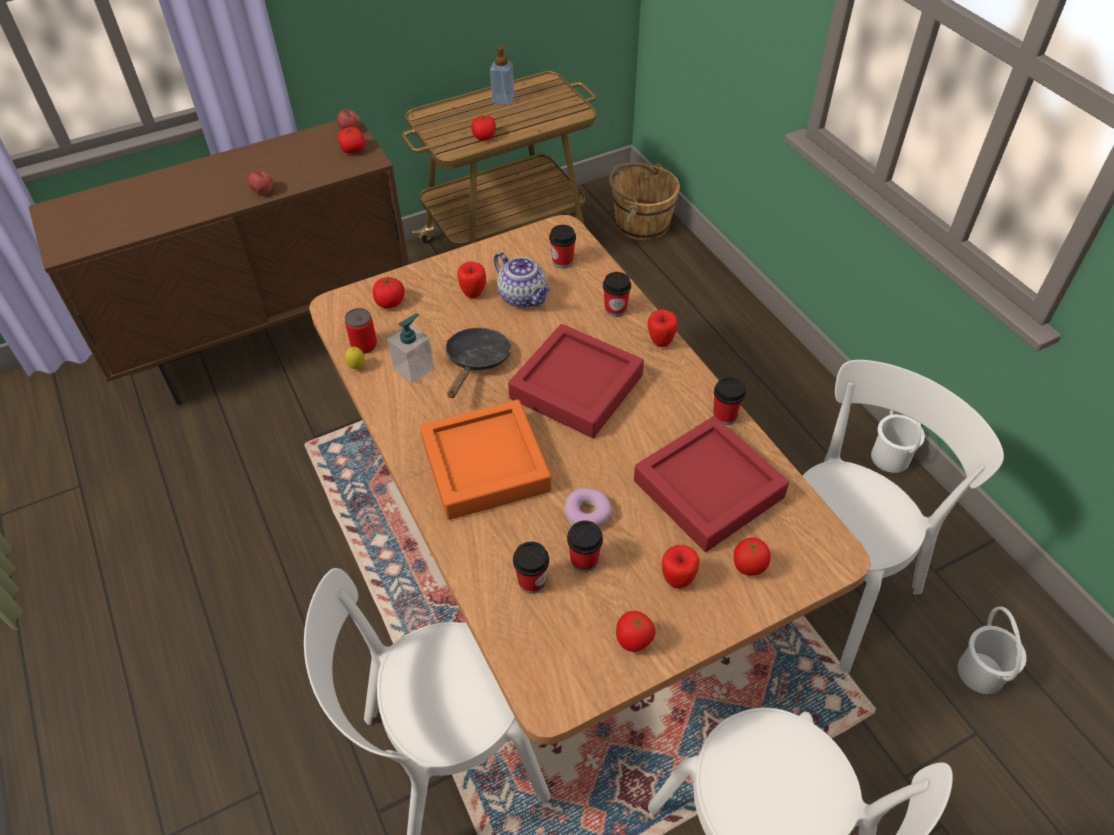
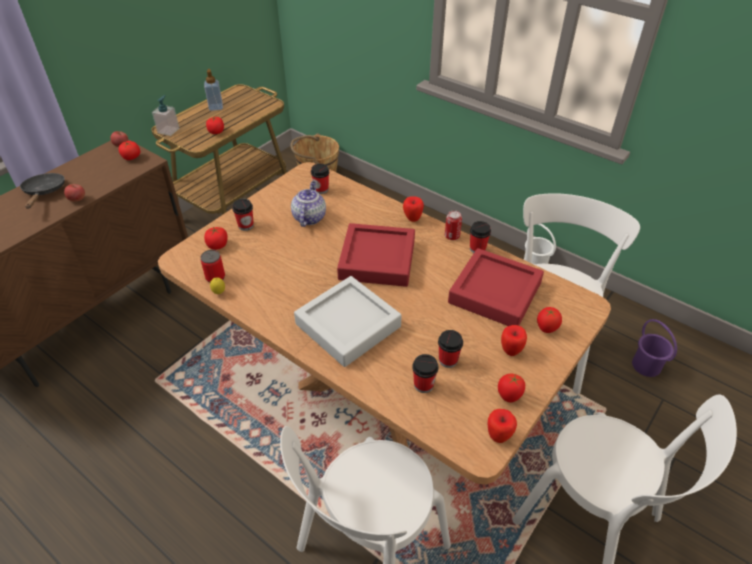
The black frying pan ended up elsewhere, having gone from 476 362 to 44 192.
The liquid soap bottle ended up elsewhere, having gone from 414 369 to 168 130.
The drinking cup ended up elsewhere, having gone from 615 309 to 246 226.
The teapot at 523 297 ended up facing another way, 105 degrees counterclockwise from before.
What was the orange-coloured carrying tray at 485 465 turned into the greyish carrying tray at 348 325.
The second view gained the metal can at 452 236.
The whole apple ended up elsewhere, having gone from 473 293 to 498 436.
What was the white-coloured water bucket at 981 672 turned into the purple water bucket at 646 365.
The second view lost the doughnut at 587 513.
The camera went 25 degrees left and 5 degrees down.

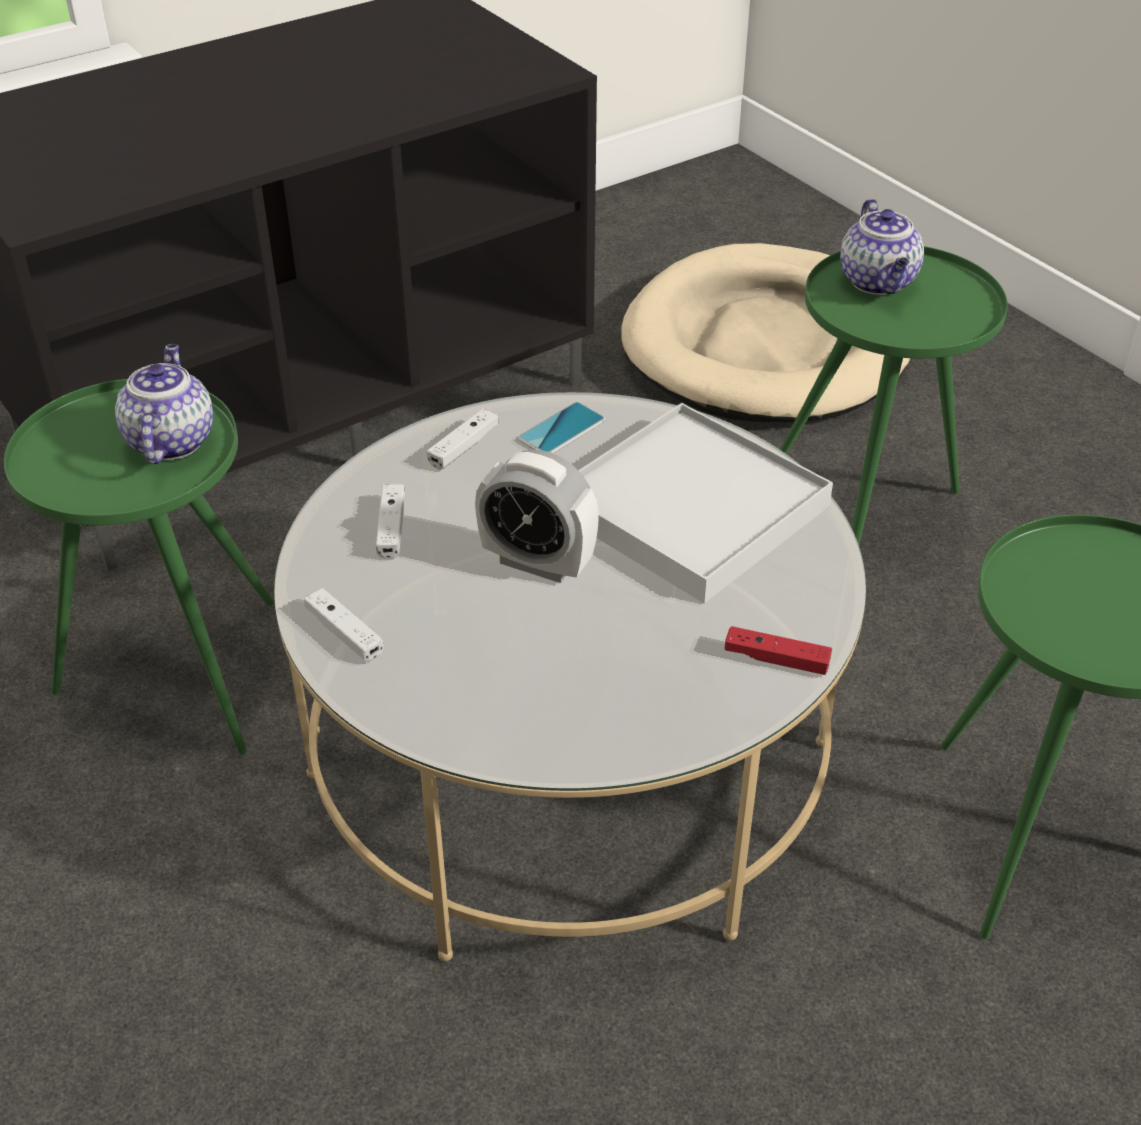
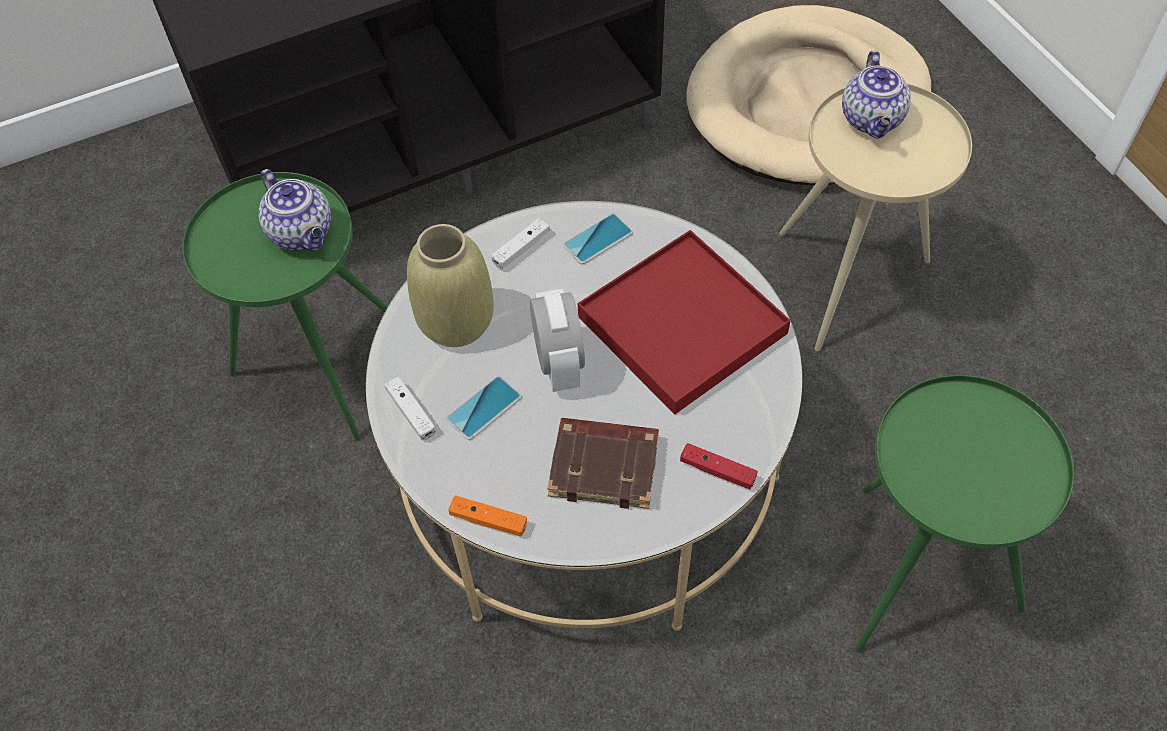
The teapot at 170 441 ended up facing another way, 135 degrees clockwise from before.
Where the white-coloured joypad stood at 391 528, the sand-coloured decorative vase came to stand at 457 321.
The second view gained the phone at 484 408.
The second view gained the orange-coloured joypad at 488 520.
The table clock at 537 562 ended up facing another way, 135 degrees counterclockwise from before.
The second view gained the brown volume at 605 466.
What was the white-coloured carrying tray at 691 508 turned into the reddish carrying tray at 682 324.
What was the greenish side table at 867 520 turned into the sand-coloured side table at 850 282.
The camera went 10 degrees right and 15 degrees up.

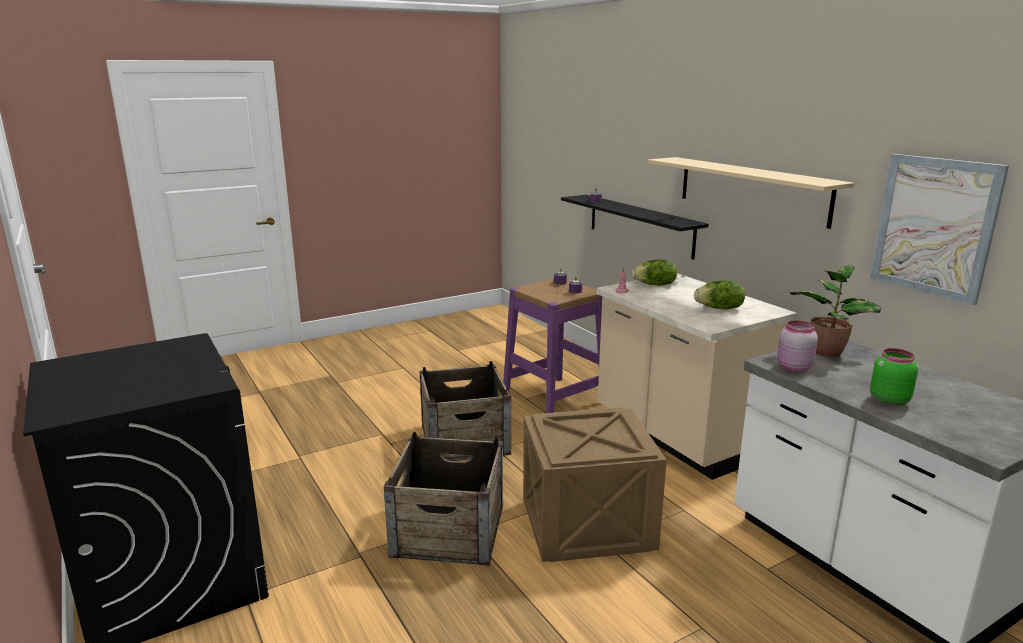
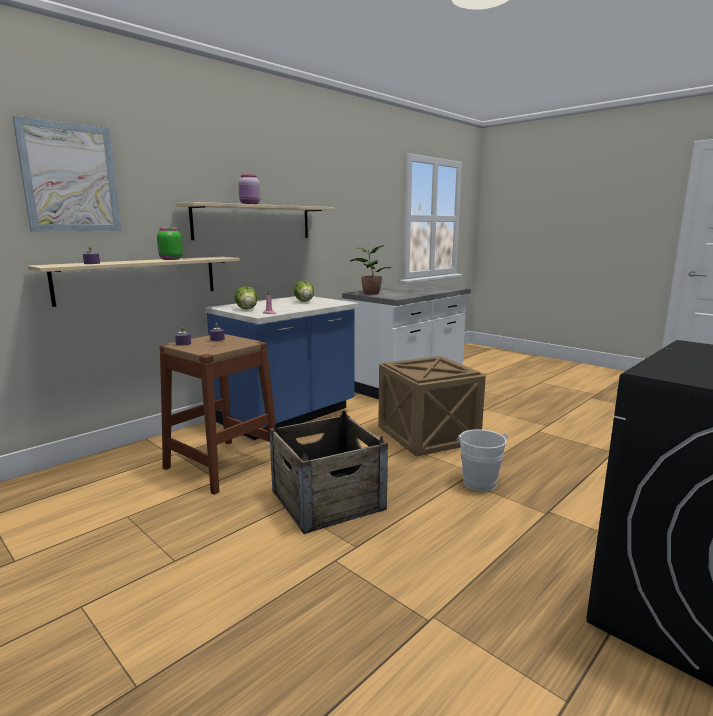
The wall picture ended up elsewhere, having gone from 934 226 to 70 178.
What was the black wall shelf at 640 225 turned into the sand-coloured wall shelf at 139 279.
The greenish storage jar ended up elsewhere, having gone from 888 400 to 170 259.
What was the purple stool seat at 554 400 turned into the brown stool seat at 222 465.
What was the sand-coloured kitchen base unit at 679 436 turned into the blue kitchen base unit at 288 416.
The pink-coloured storage jar ended up elsewhere, having gone from 793 368 to 250 204.
Where the shipping crate stood at 448 529, the white-coloured water bucket came to stand at 478 481.
The camera went 105 degrees left and 5 degrees down.

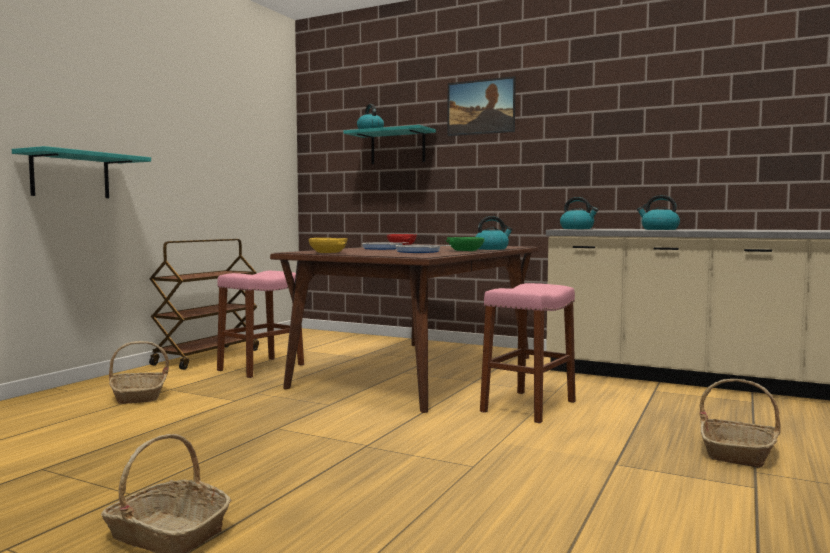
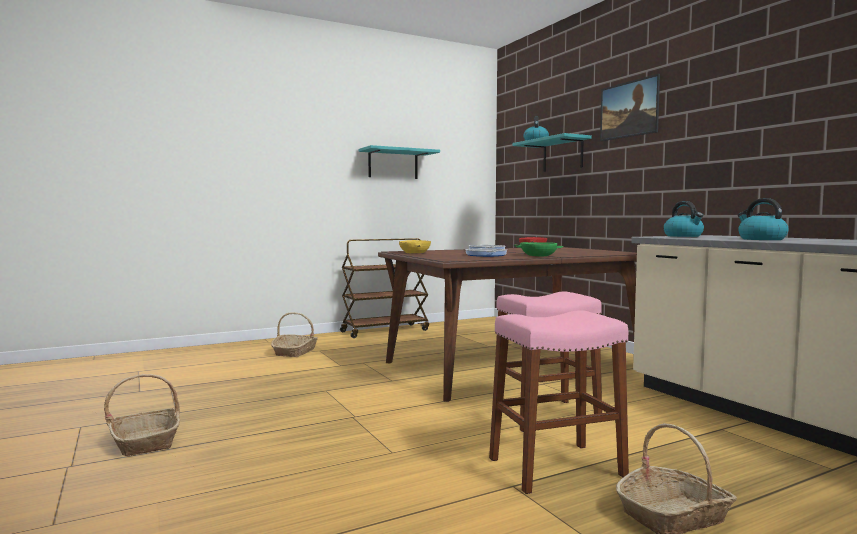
The turquoise-coloured wall shelf ended up elsewhere, having gone from 70 175 to 393 164.
The pink-coloured stool seat ended up elsewhere, having gone from 261 367 to 556 467.
The second view lost the tea kettle at 492 249.
The camera went 35 degrees right and 0 degrees up.

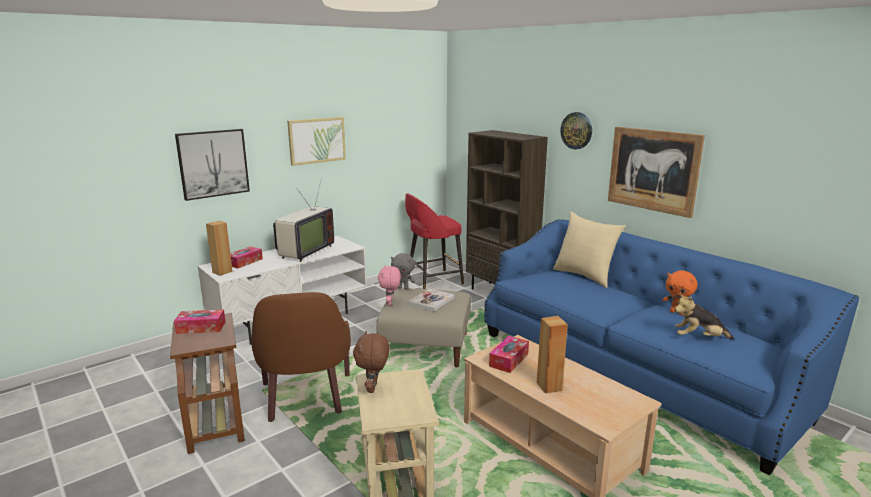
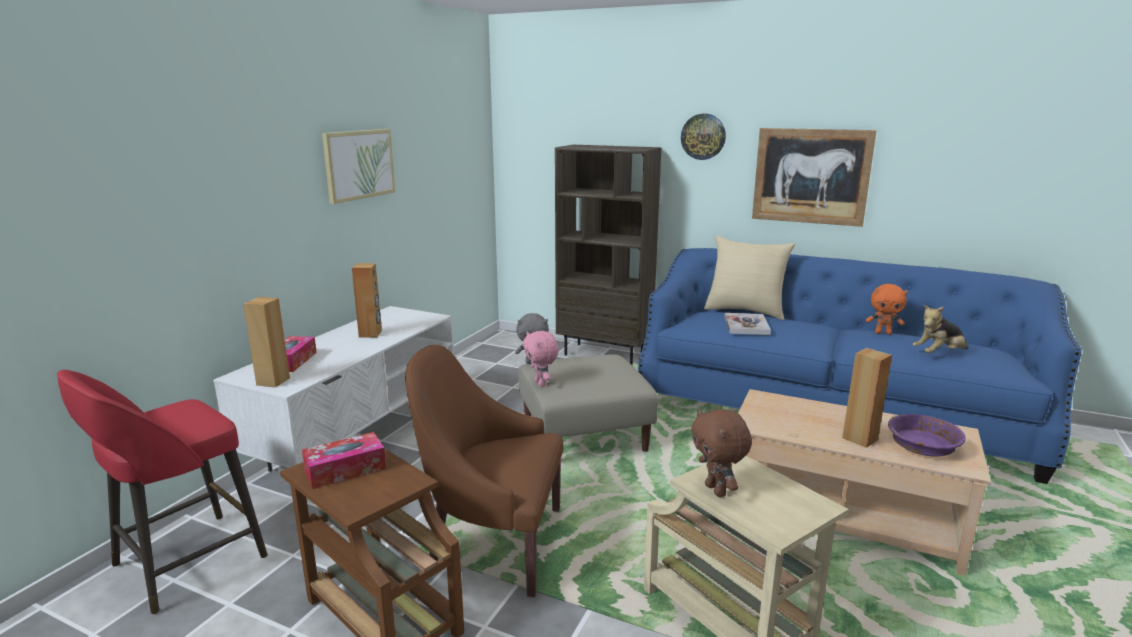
The reddish stool seat ended up elsewhere, having gone from 432 280 to 185 563.
Where the TV set stood at 304 252, the brown speaker came to stand at 371 334.
The brown armchair at 306 398 ended up facing another way, 135 degrees clockwise from before.
The volume ended up elsewhere, having gone from 431 301 to 746 325.
The second view gained the purple bowl at 922 446.
The second view lost the wall picture at 213 163.
The second view lost the tissue box at 509 360.
The camera went 25 degrees left and 0 degrees up.

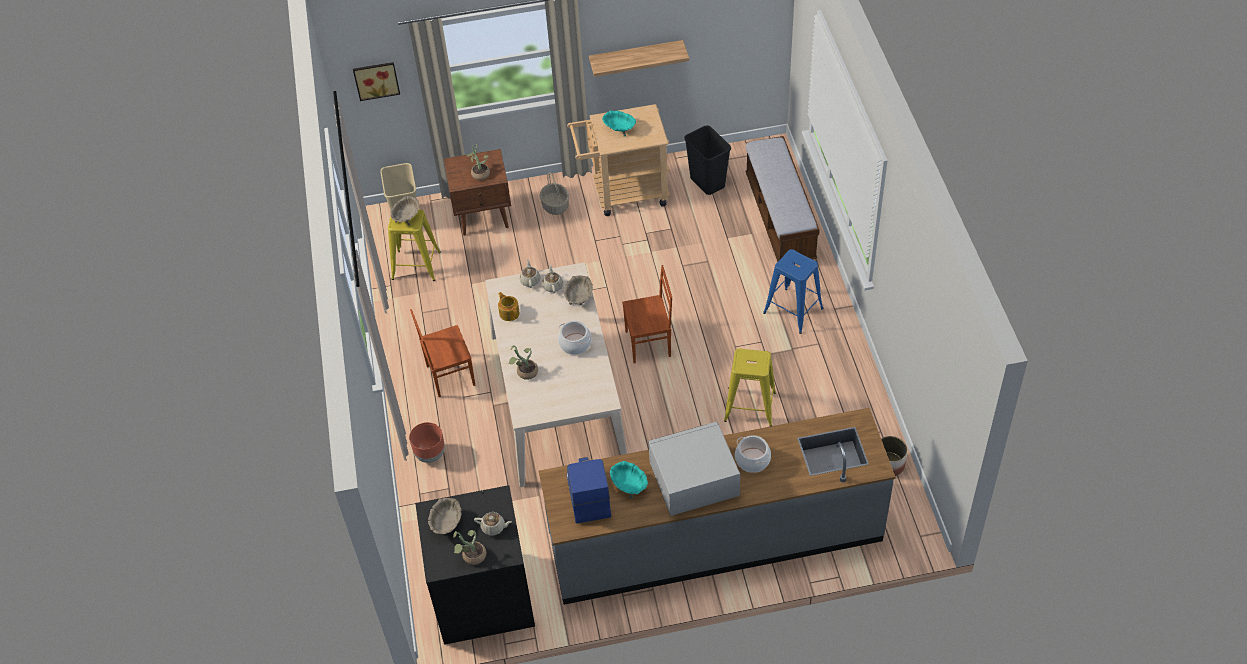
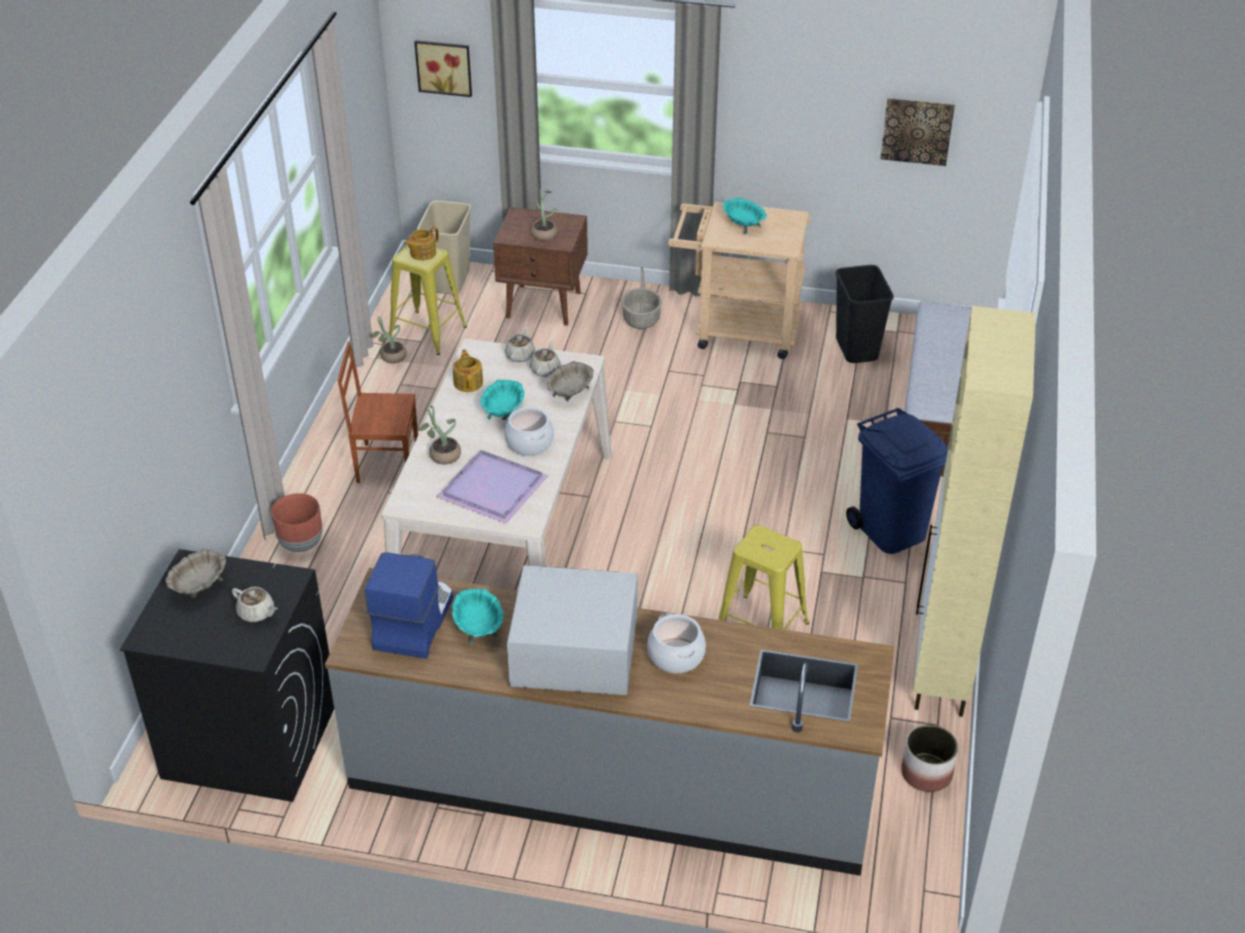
The potted plant ended up elsewhere, having gone from 471 556 to 390 356.
Where the sand-coloured bowl stood at 406 217, the teapot came to stand at 422 253.
The second view gained the purple carrying tray at 491 489.
The second view gained the turquoise-coloured bowl at 503 412.
Where the blue stool seat stood at 793 310, the blue waste bin came to stand at 891 531.
The second view gained the wall picture at 917 130.
The second view gained the sand-coloured cupboard at 941 672.
The second view lost the wall shelf at 636 58.
The second view lost the brown chair at 649 344.
The camera went 20 degrees right and 10 degrees down.

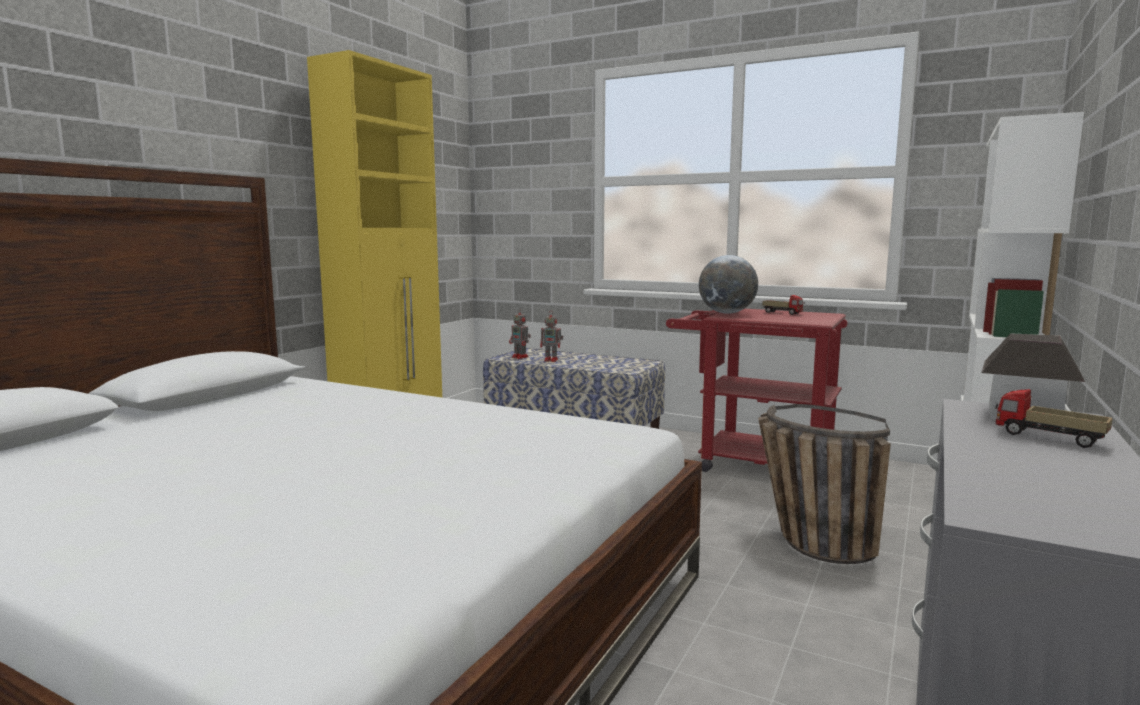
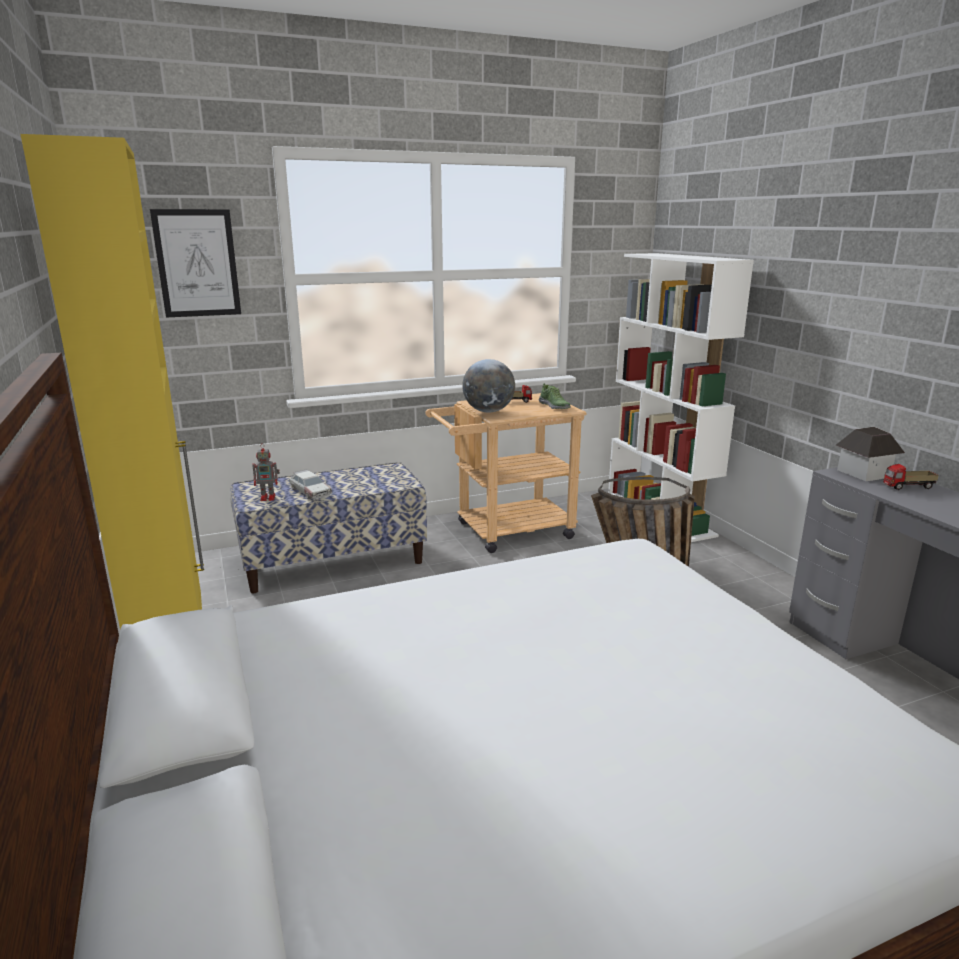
The second view gained the wall picture at 197 263.
Where the robot figure stood at 552 360, the miniature car came to stand at 310 491.
What was the reddish trolley at 752 463 turned into the sand-coloured trolley at 505 532.
The second view gained the item of footwear at 554 406.
The camera went 50 degrees left and 10 degrees up.

